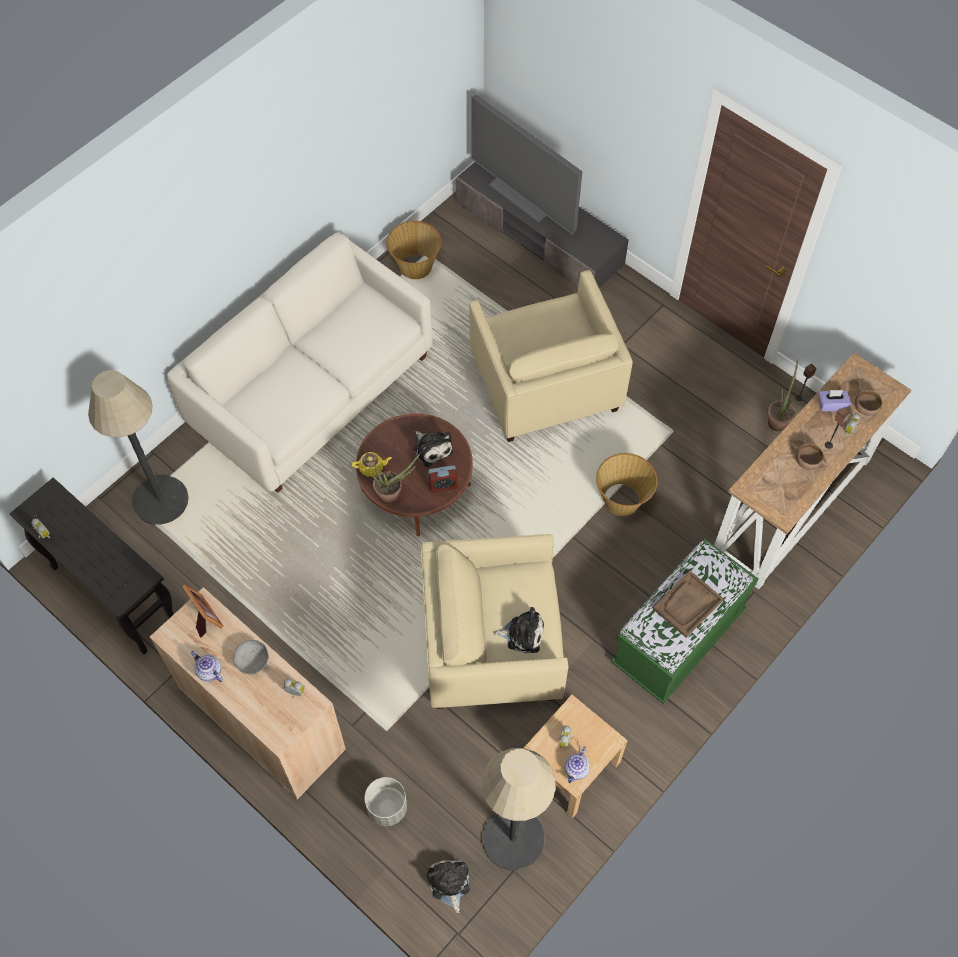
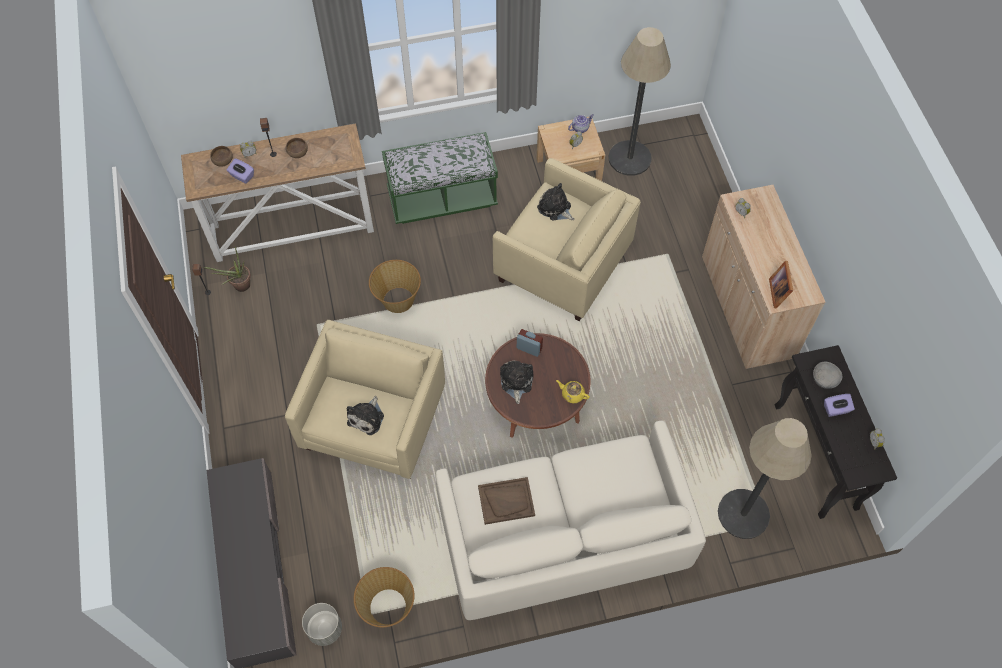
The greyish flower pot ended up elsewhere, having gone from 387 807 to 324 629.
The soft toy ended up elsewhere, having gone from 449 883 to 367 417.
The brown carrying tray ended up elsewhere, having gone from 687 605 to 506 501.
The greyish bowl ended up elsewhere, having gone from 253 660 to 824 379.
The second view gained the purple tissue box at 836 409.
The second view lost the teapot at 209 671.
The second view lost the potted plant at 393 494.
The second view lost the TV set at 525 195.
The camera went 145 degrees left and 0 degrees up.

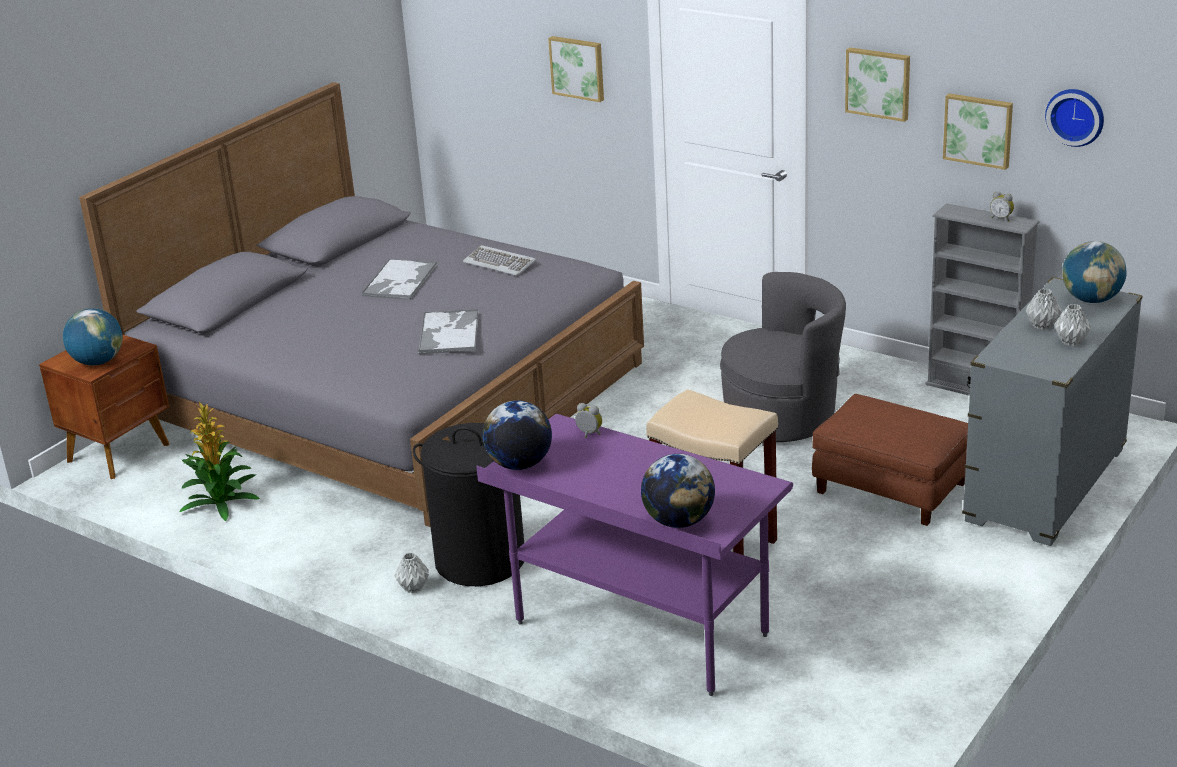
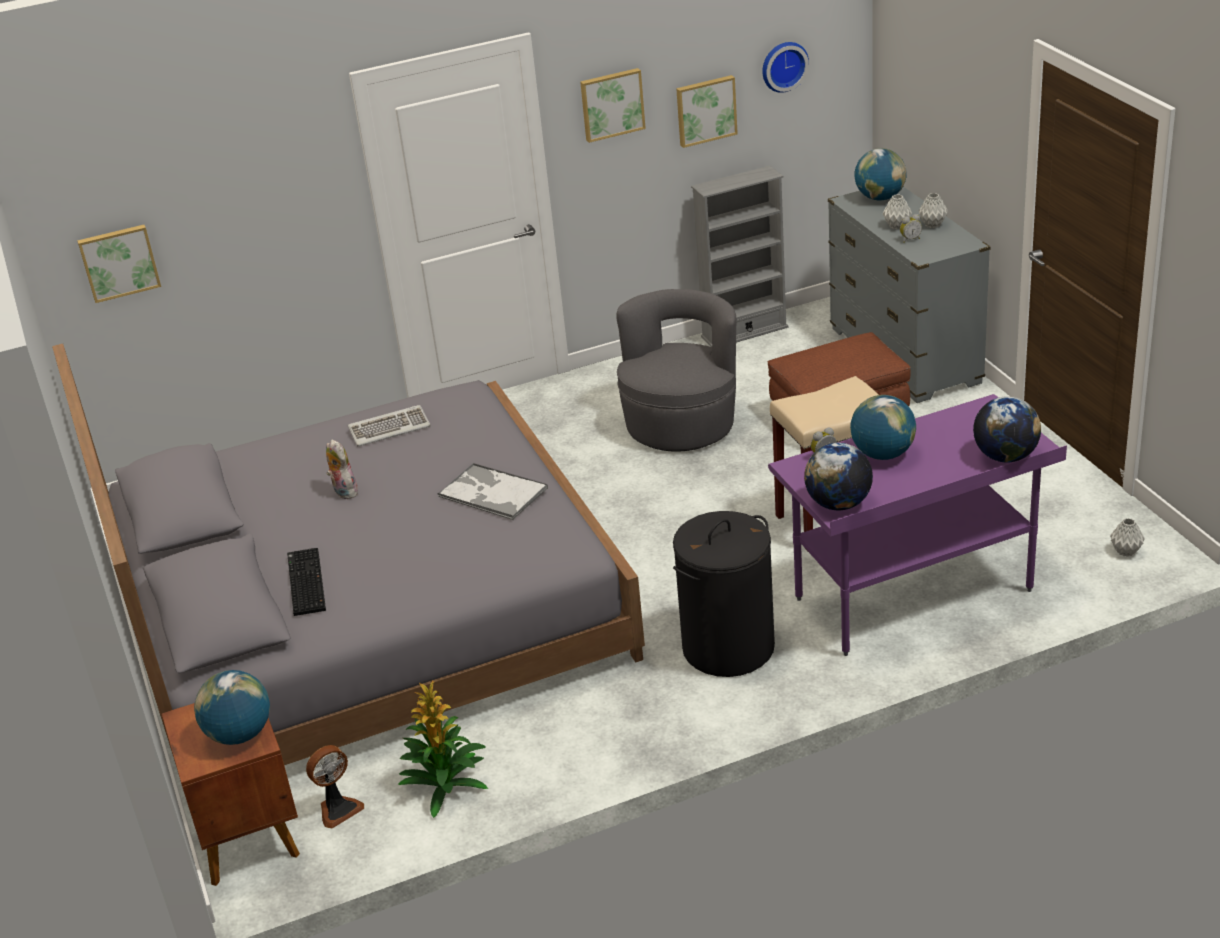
The wall picture ended up elsewhere, having gone from 578 68 to 119 262.
The second view gained the computer keyboard at 304 582.
The second view gained the cooling fan at 338 809.
Where the carrying tray stood at 400 281, the soft toy came to stand at 343 492.
The second view gained the desk globe at 883 454.
The table clock ended up elsewhere, having gone from 1001 218 to 910 239.
The greyish decorative vase ended up elsewhere, having gone from 413 588 to 1125 552.
The camera went 55 degrees left and 5 degrees up.

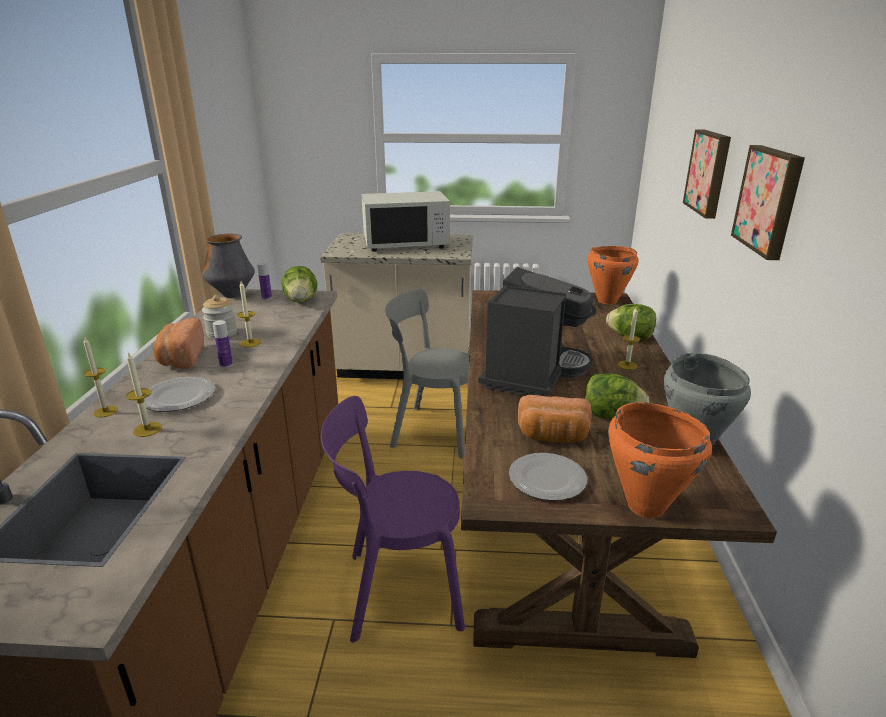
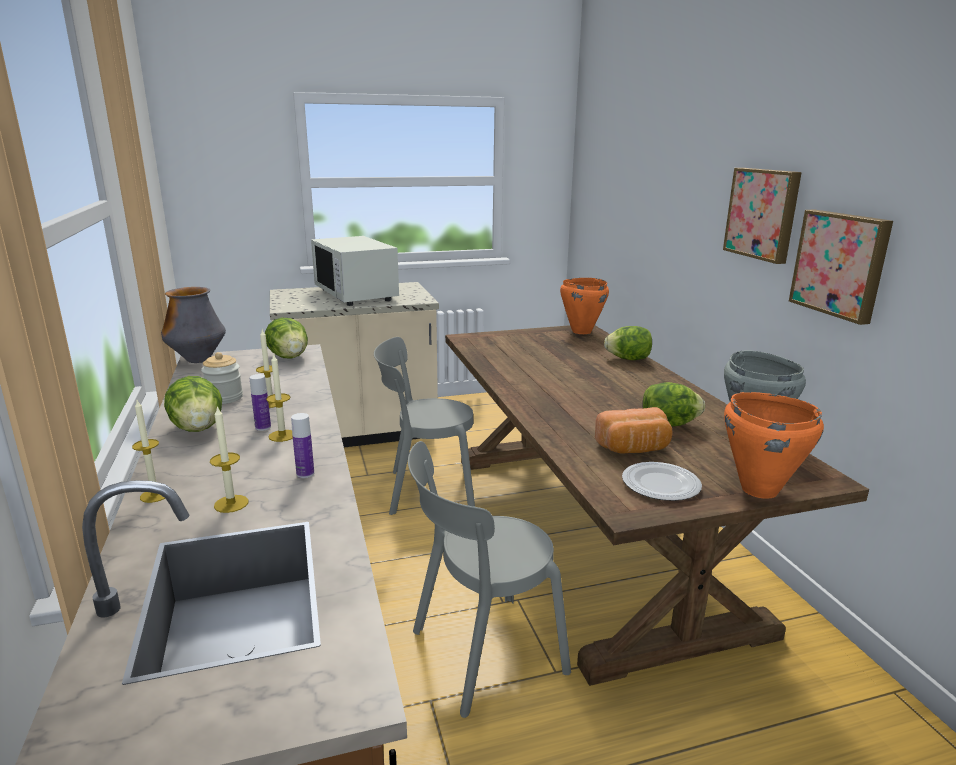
Where the baked bread stood at 181 358, the head of lettuce came to stand at 198 428.
The wax candle ended up elsewhere, having gone from 627 365 to 282 435.
The bottle ended up elsewhere, having gone from 266 298 to 305 474.
The white-coloured kitchen microwave at 406 244 ended up facing another way, 90 degrees clockwise from before.
What was the purple chair at 397 590 turned into the greyish chair at 481 653.
The wall picture ended up elsewhere, having gone from 709 172 to 841 264.
The second view lost the flat dish at 179 397.
The second view lost the coffee machine at 532 372.
The camera went 20 degrees left and 5 degrees down.

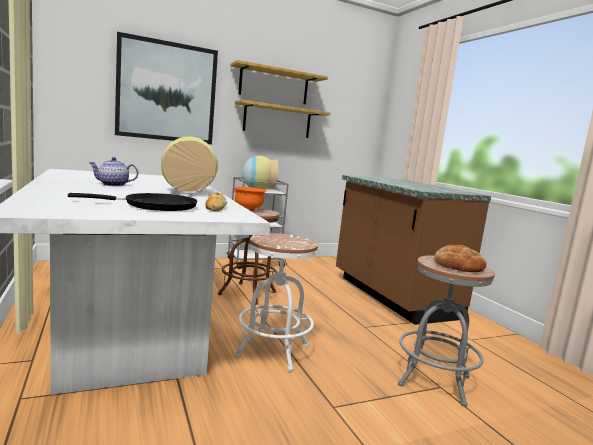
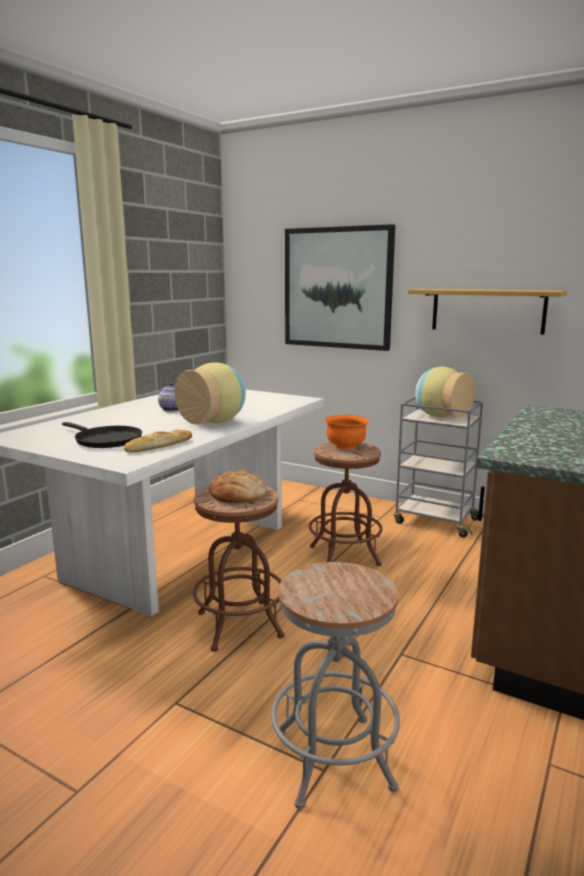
What was the white-coloured stool seat at 273 350 turned into the brown stool seat at 240 625.
The baked bread ended up elsewhere, having gone from 458 266 to 238 494.
The second view lost the wall shelf at 274 85.
The camera went 55 degrees right and 5 degrees up.

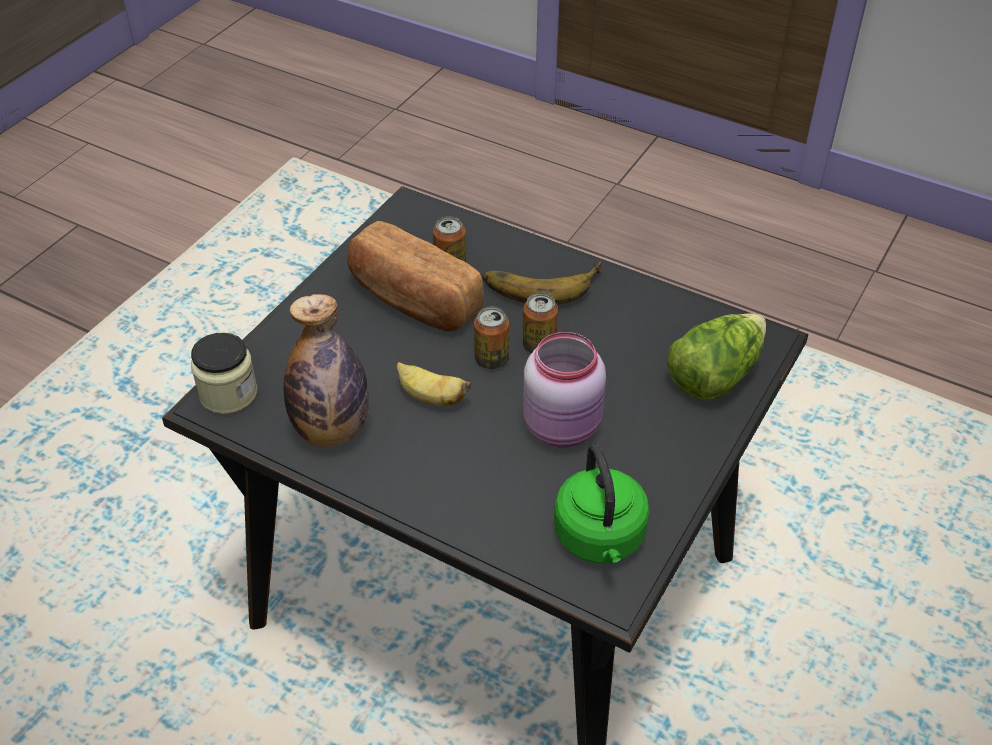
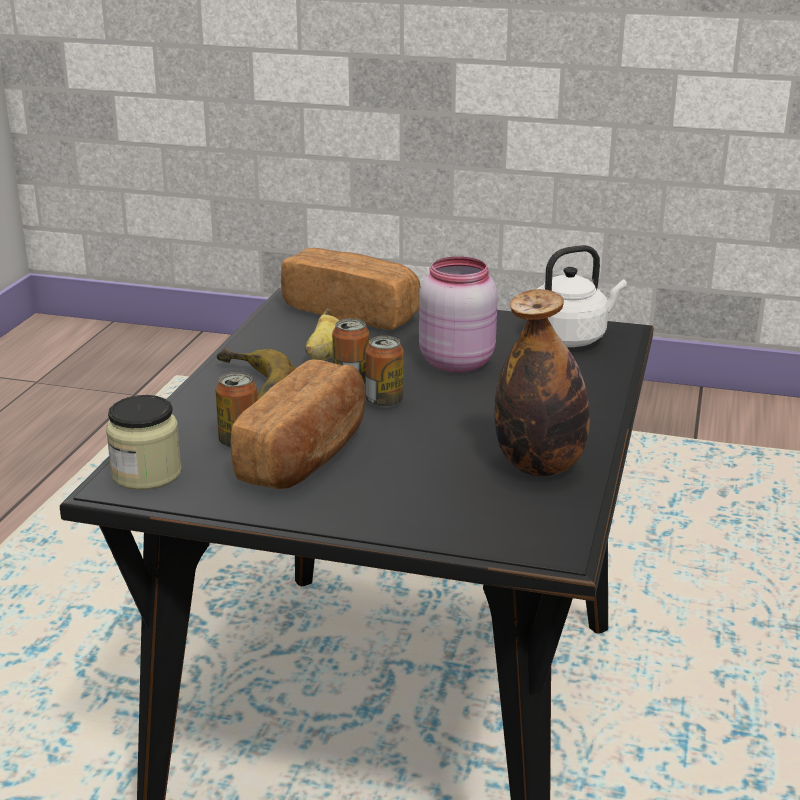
The storage jar ended up elsewhere, having gone from 228 394 to 146 474.
Where the head of lettuce stood at 714 374, the baked bread came to stand at 352 312.
The banana ended up elsewhere, having gone from 430 397 to 324 355.
What was the greenish tea kettle at 600 539 turned into the white-coloured tea kettle at 570 338.
The camera went 105 degrees left and 20 degrees down.

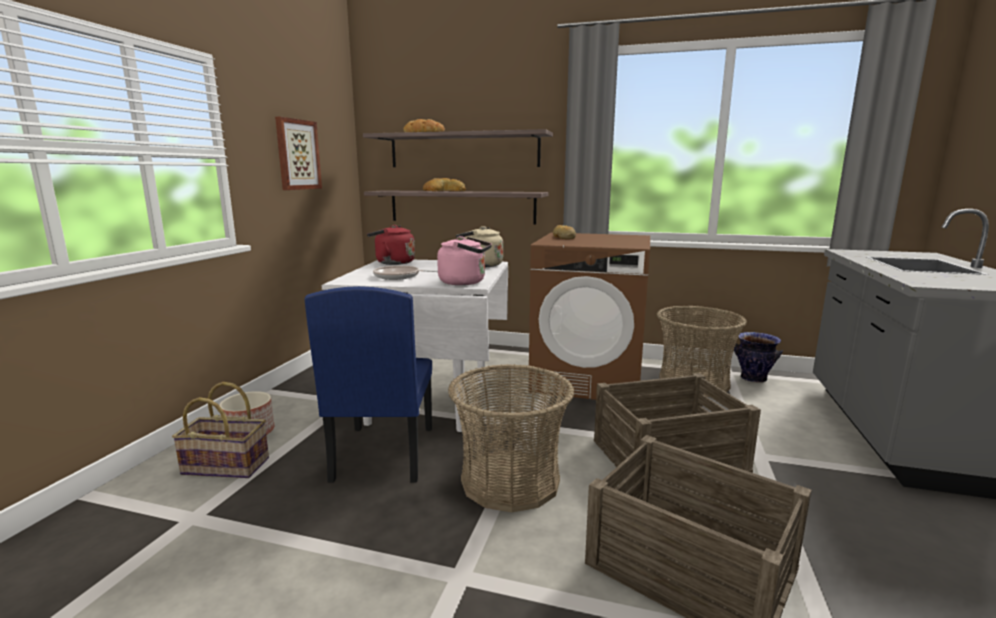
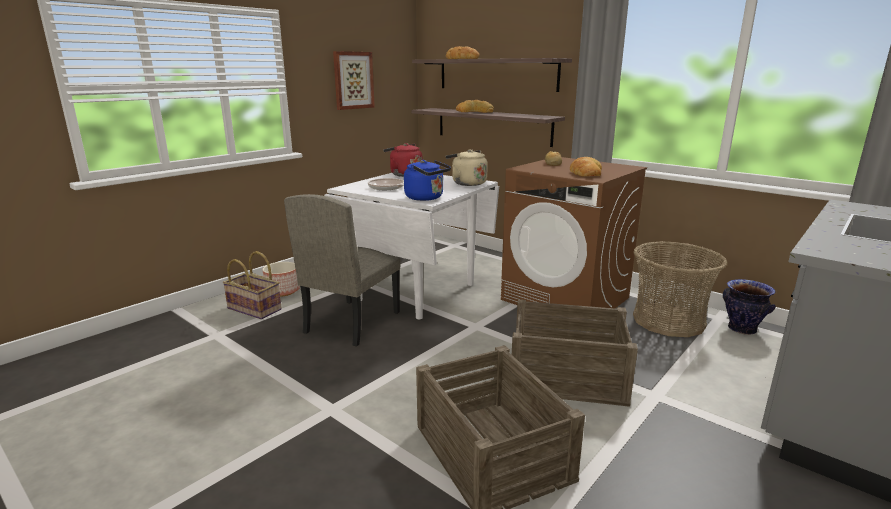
What was the blue chair at 383 453 turned into the sand-coloured chair at 352 322.
What was the pink-coloured tea kettle at 465 282 turned into the blue tea kettle at 426 198.
The second view gained the baked bread at 585 173.
The second view lost the household basket at 510 481.
The camera went 25 degrees right and 5 degrees up.

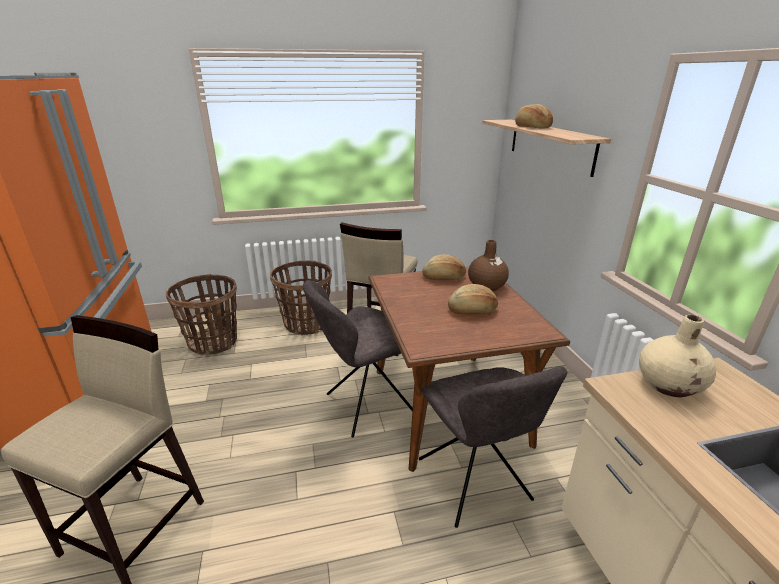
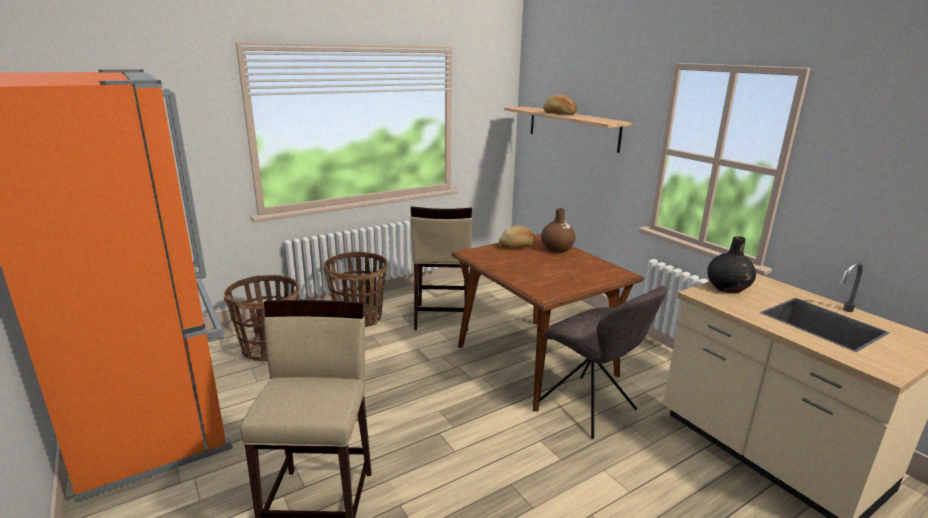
What was the sand-coloured decorative vase at 669 385 turned into the black decorative vase at 728 288.
The second view lost the greyish chair at 366 405.
The second view lost the baked bread at 472 310.
The camera went 20 degrees left and 5 degrees down.

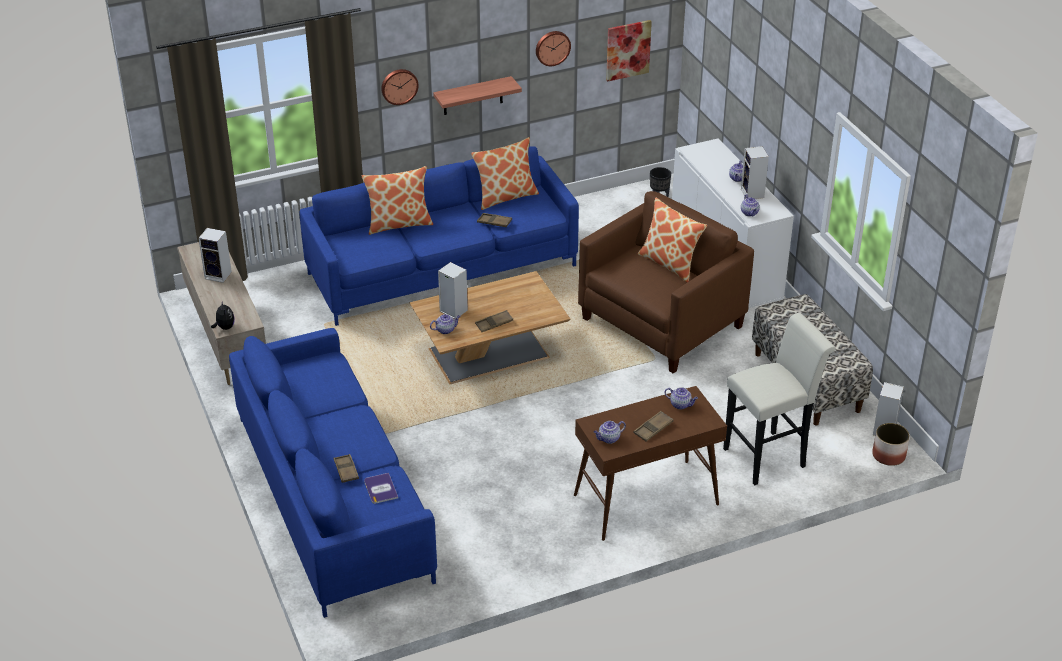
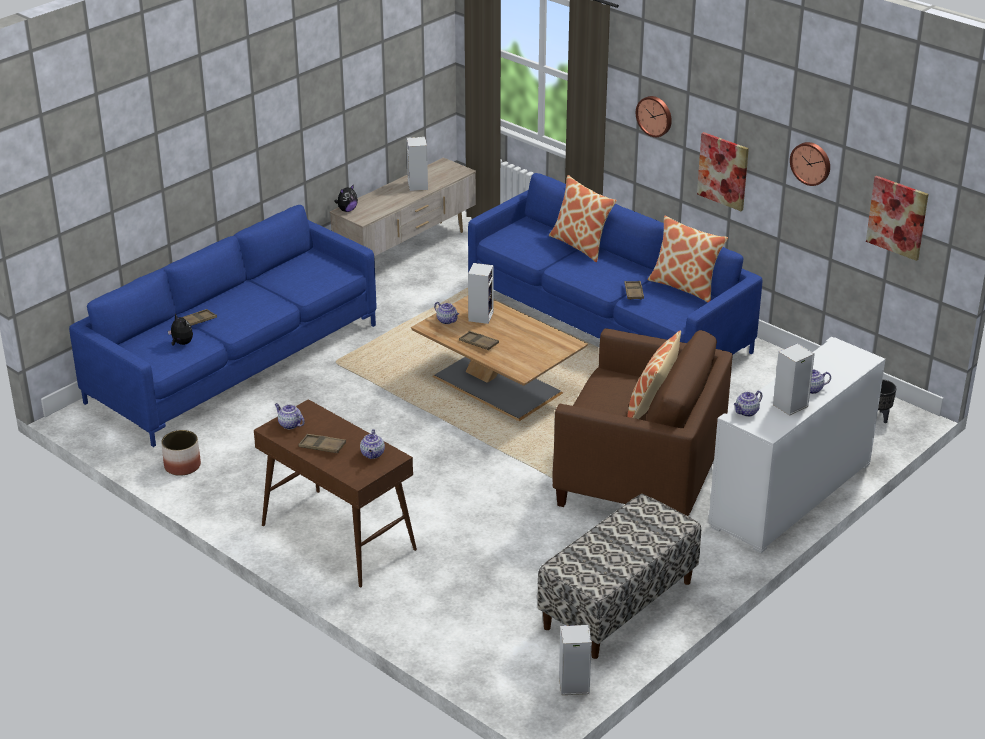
The flower pot ended up elsewhere, having gone from 889 455 to 182 466.
Where the volume stood at 380 489, the soft toy came to stand at 181 343.
Where the wall shelf hung at 473 96, the wall picture came to hang at 723 171.
The second view lost the white-coloured stool seat at 769 456.
The camera went 65 degrees right and 5 degrees down.

